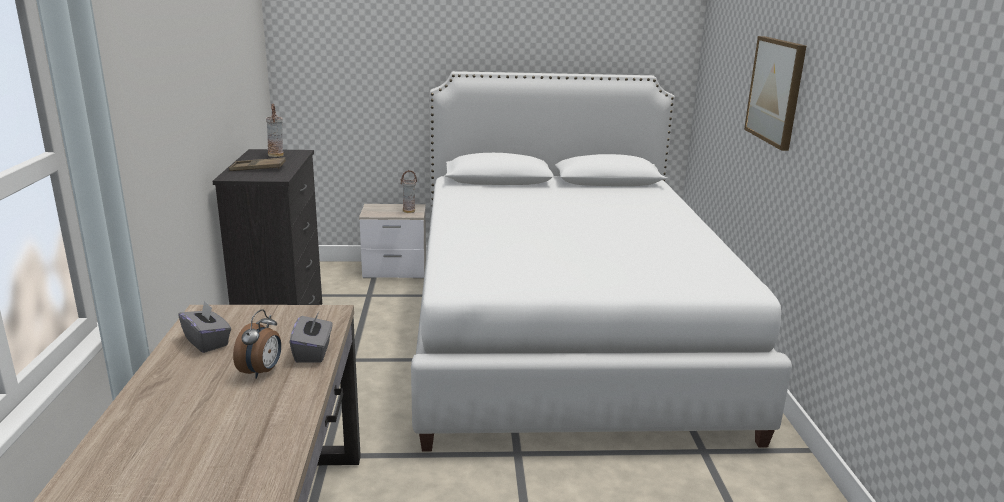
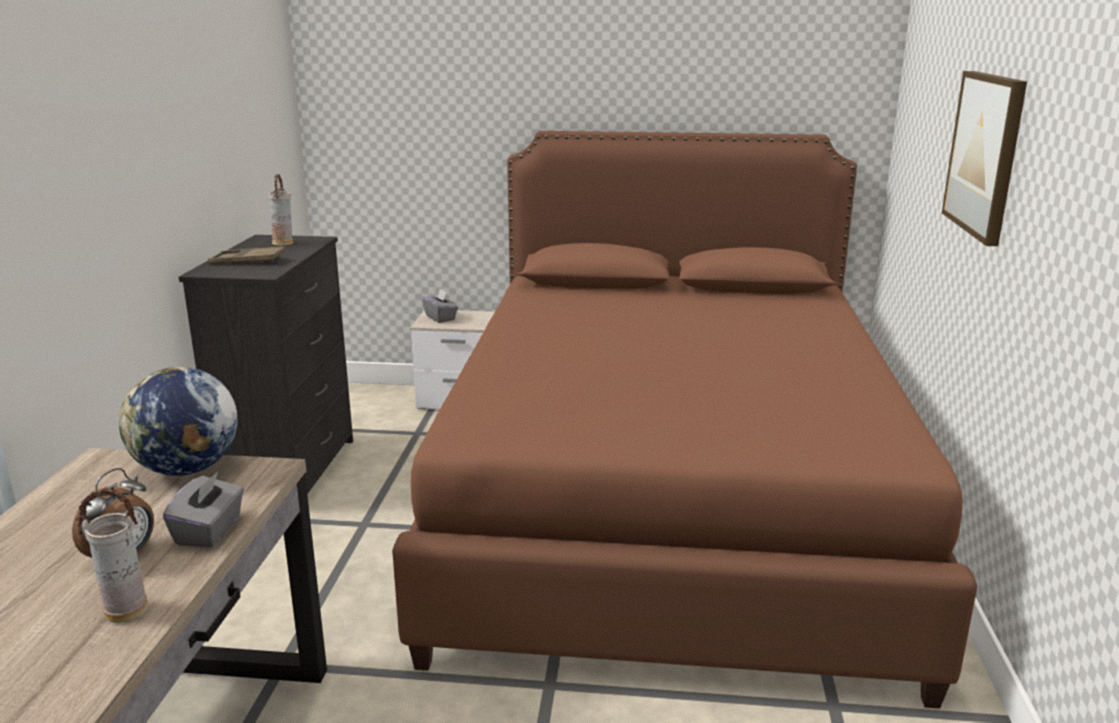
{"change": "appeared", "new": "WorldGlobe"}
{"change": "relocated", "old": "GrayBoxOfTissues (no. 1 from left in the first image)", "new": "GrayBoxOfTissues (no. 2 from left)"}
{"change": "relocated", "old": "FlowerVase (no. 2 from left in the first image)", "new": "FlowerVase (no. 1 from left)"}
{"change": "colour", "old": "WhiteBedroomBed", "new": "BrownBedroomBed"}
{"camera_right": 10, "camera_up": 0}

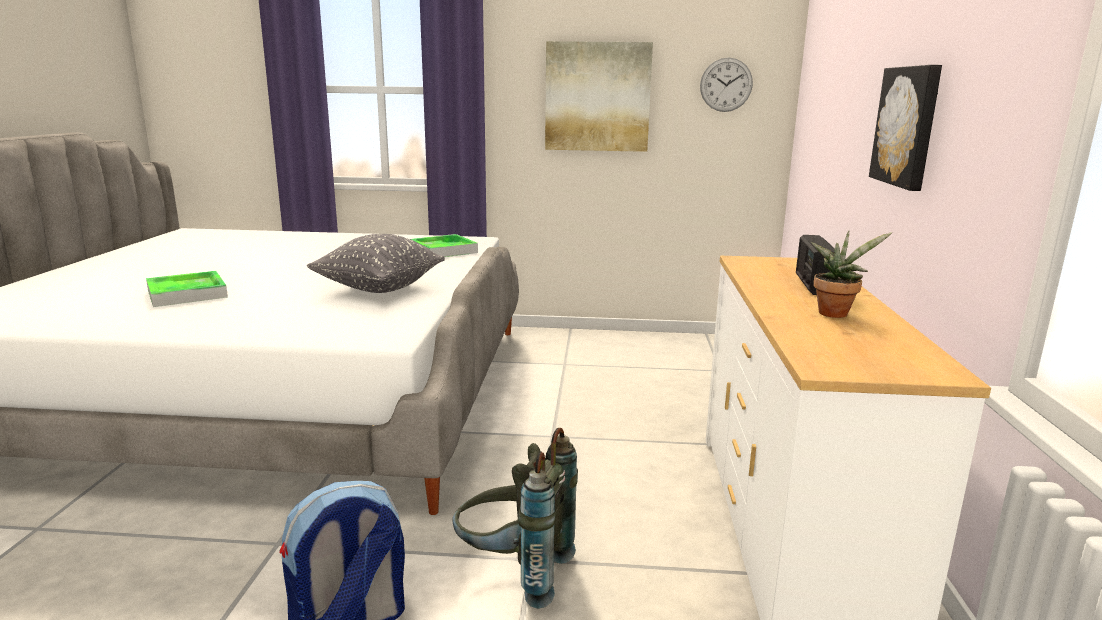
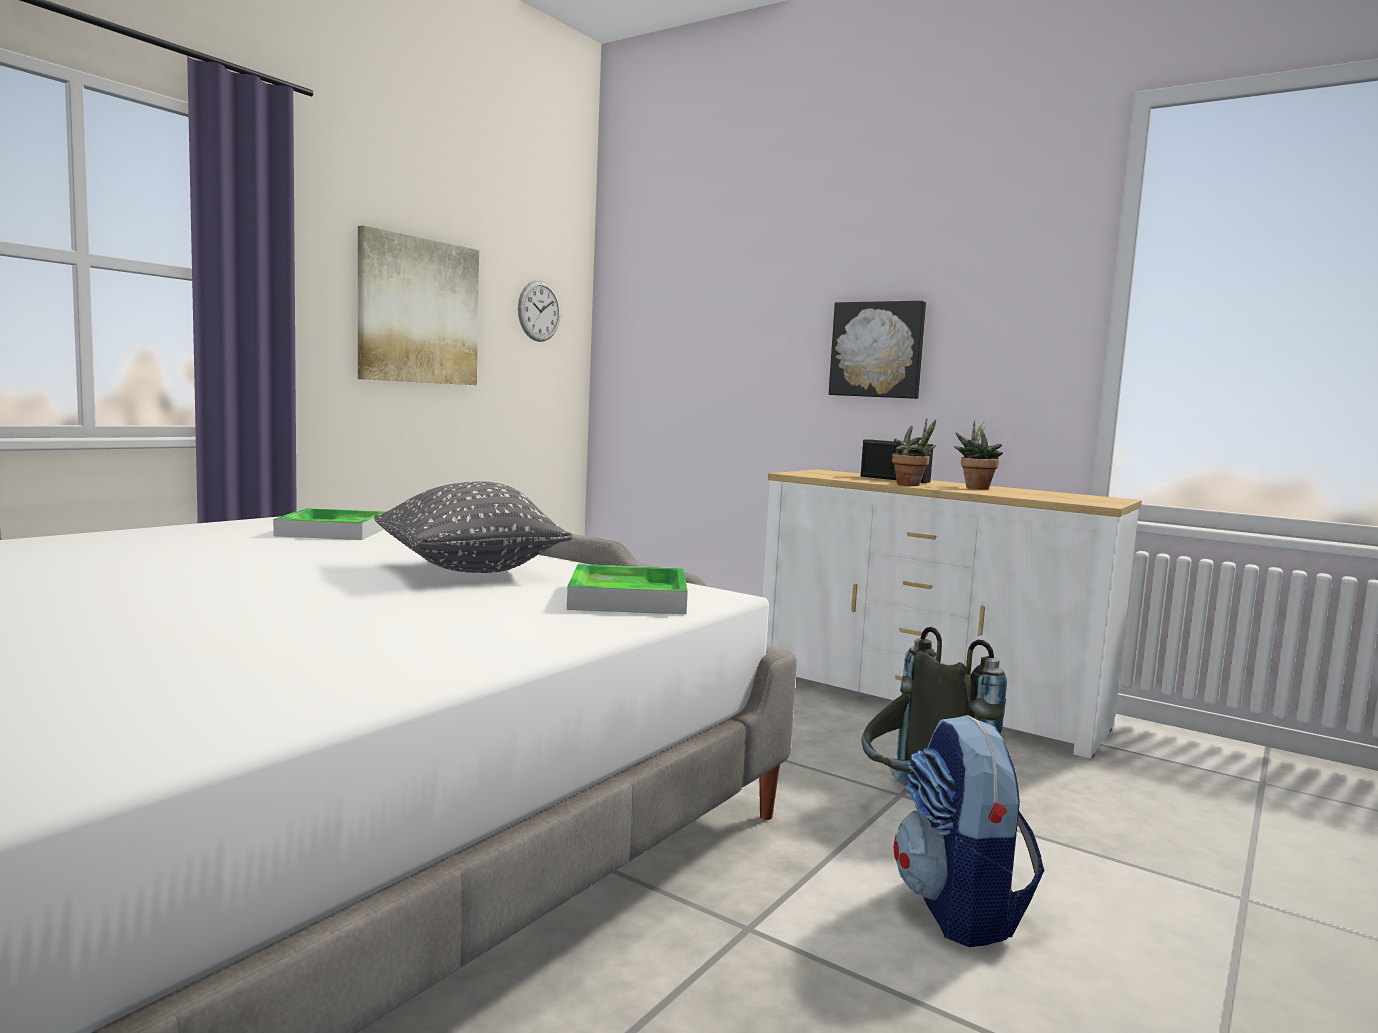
{"change": "appeared", "new": "PottedPlant (no. 1 from left)"}
{"change": "relocated", "old": "ServingTray (no. 1 from left in the first image)", "new": "ServingTray (no. 2 from left)"}
{"camera_right": -60, "camera_up": -10}

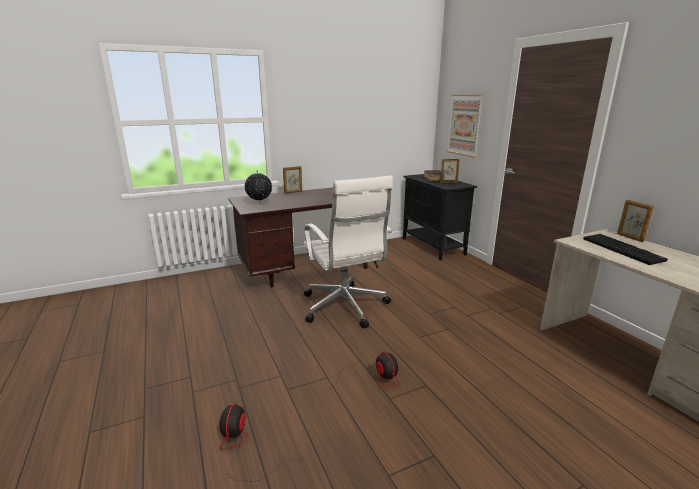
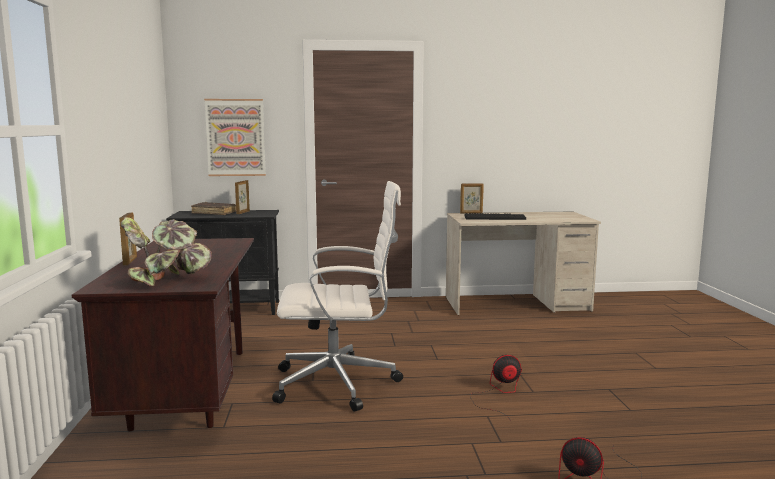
{"change": "exchanged", "old": "WorldGlobe", "new": "PottedPlant"}
{"camera_right": -70, "camera_up": -10}

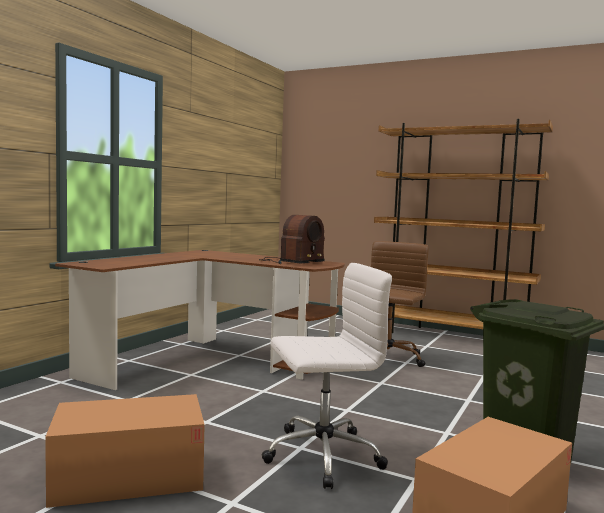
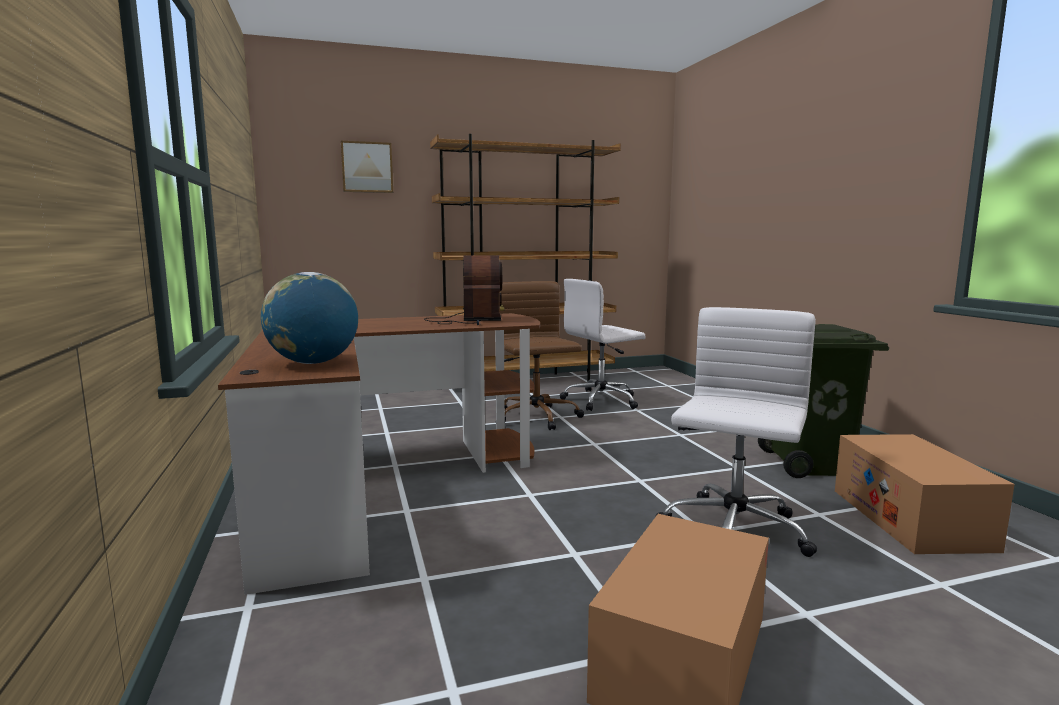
{"change": "appeared", "new": "WorldGlobe"}
{"change": "appeared", "new": "WallPicture"}
{"change": "appeared", "new": "WhiteOfficeChair (no. 1 from left)"}
{"camera_right": -45, "camera_up": 5}

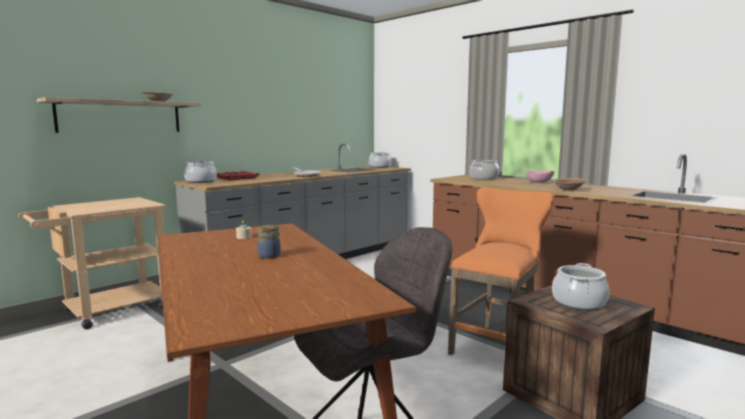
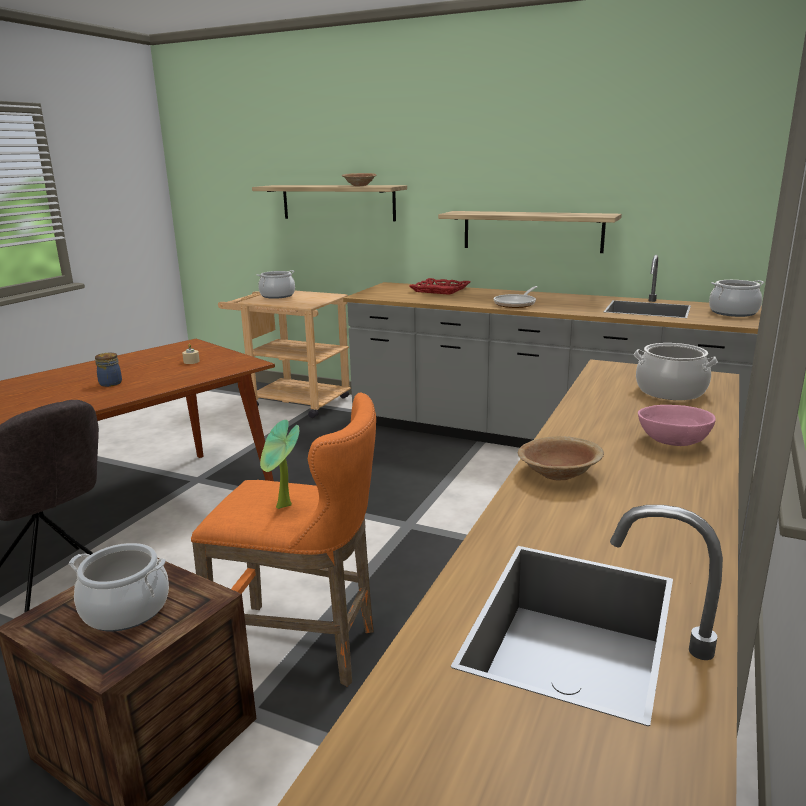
{"change": "appeared", "new": "PottedPlant"}
{"change": "appeared", "new": "Shelf (no. 2 from left)"}
{"change": "relocated", "old": "Stockpot (no. 1 from left in the first image)", "new": "Stockpot (no. 2 from left)"}
{"camera_right": 70, "camera_up": 10}

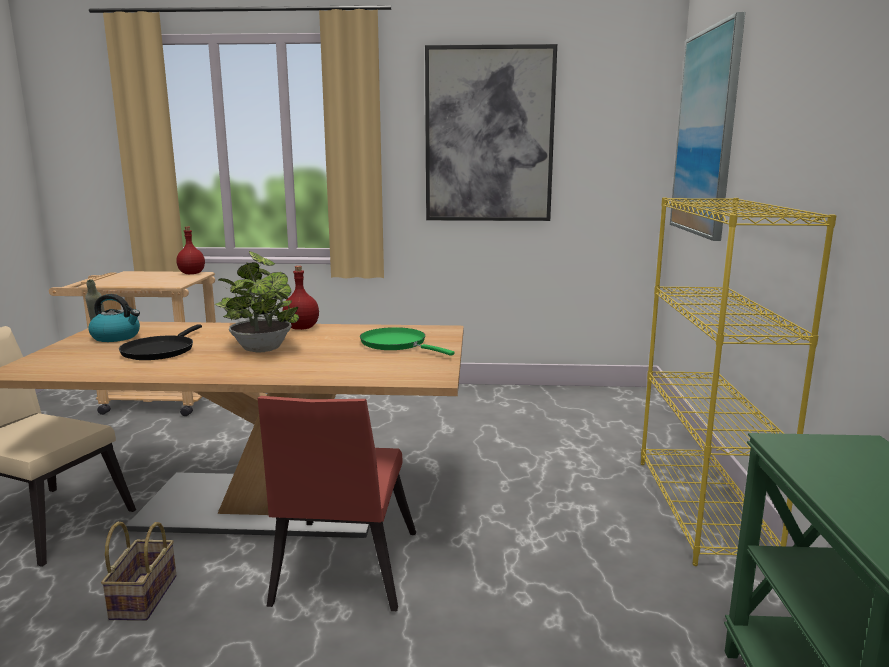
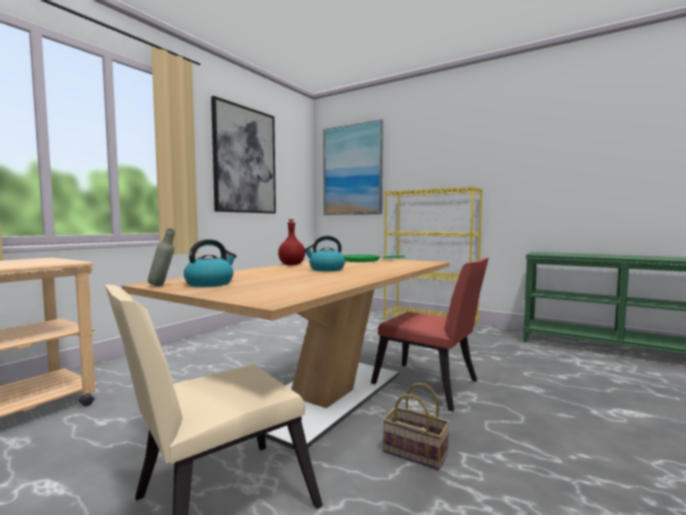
{"change": "missing", "old": "BlackishFryingPan"}
{"change": "missing", "old": "RedBeverageBottle (no. 1 from left)"}
{"change": "exchanged", "old": "PottedPlant", "new": "WaterKettle (no. 2 from left)"}
{"camera_right": -60, "camera_up": -10}

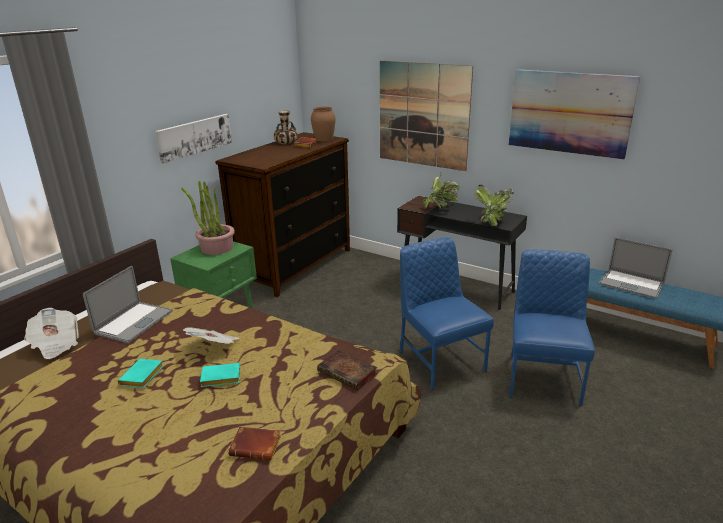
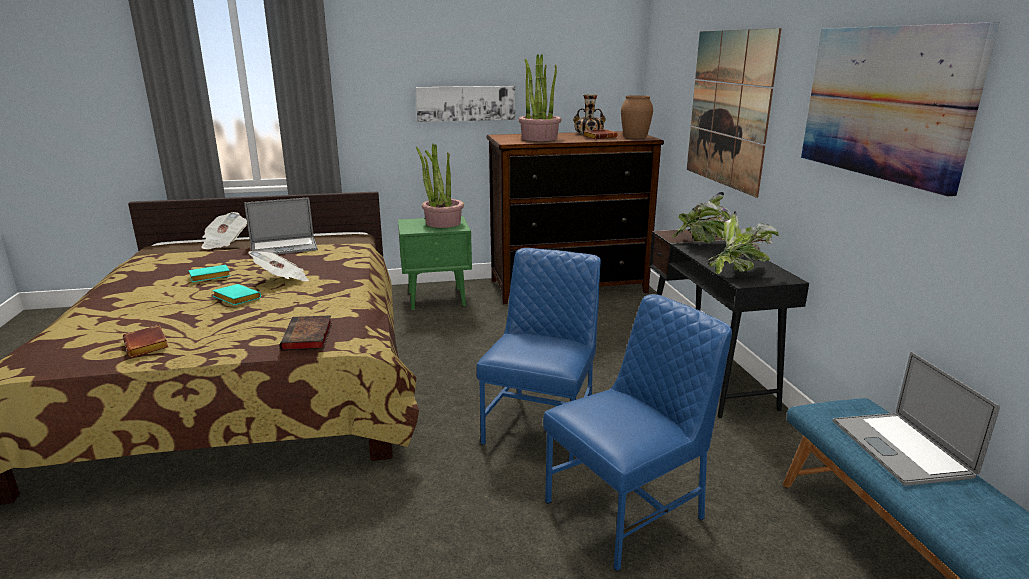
{"change": "appeared", "new": "PottedPlant (no. 2 from left)"}
{"camera_right": 45, "camera_up": -5}

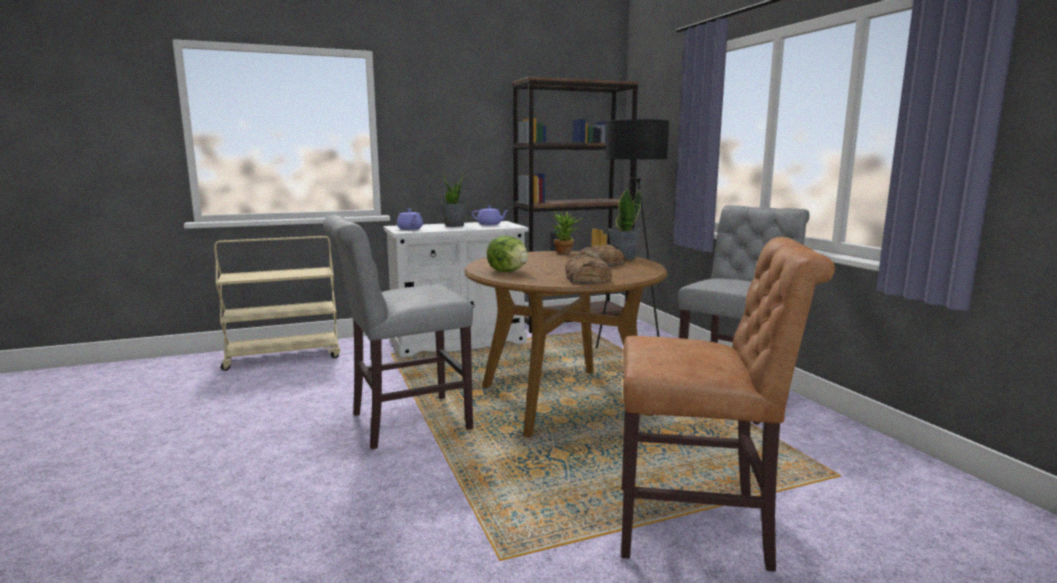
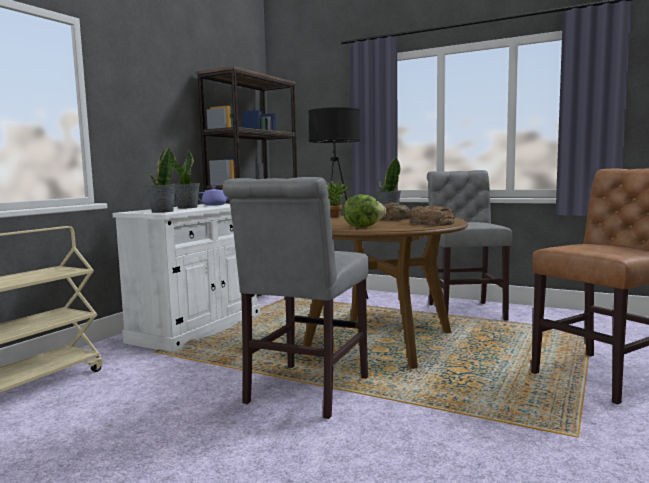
{"change": "exchanged", "old": "PurplishPotForTea (no. 1 from left)", "new": "PottedPlant (no. 1 from left)"}
{"camera_right": -40, "camera_up": -5}

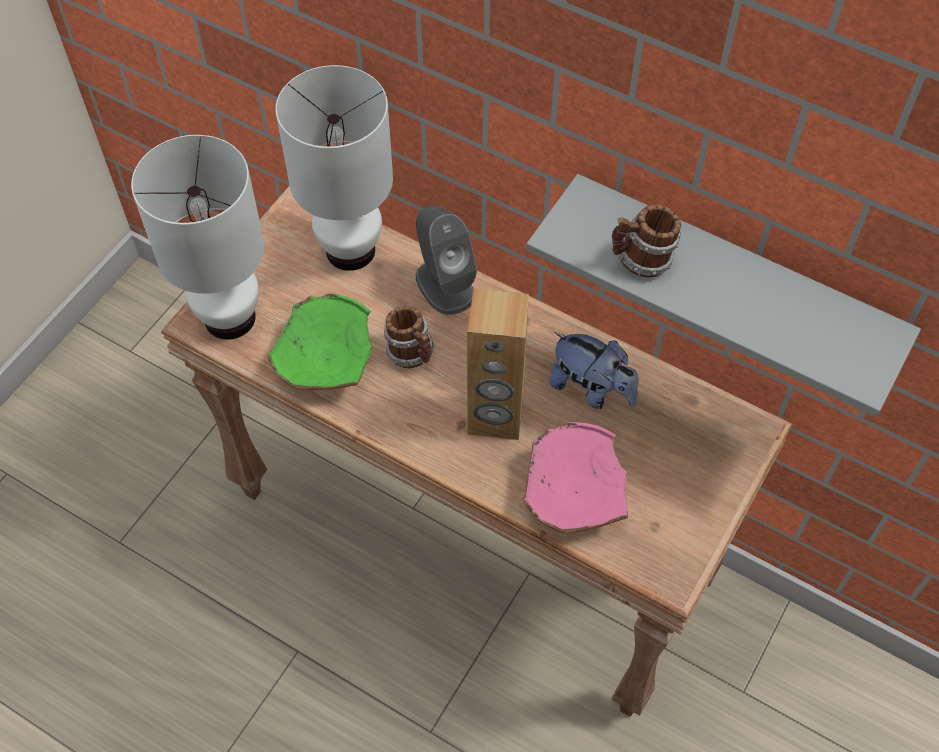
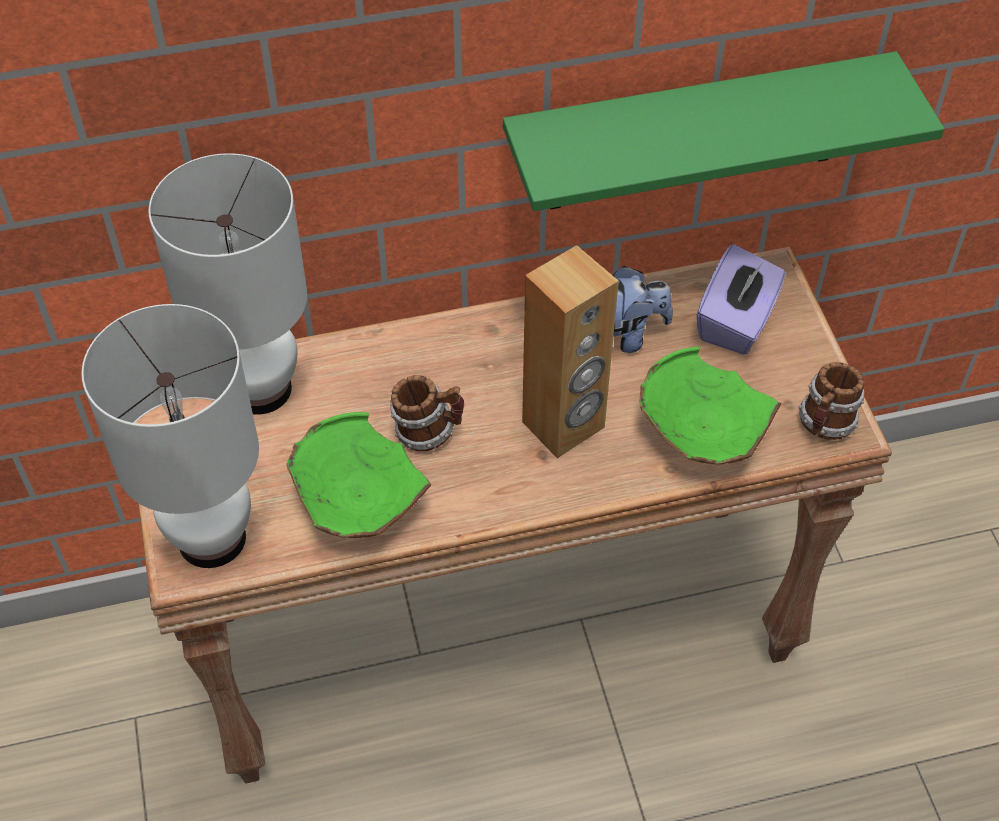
{"change": "missing", "old": "GrayAudioSpeaker"}
{"change": "appeared", "new": "PurplishBoxOfTissues"}
{"change": "relocated", "old": "TeaMug (no. 2 from left)"}
{"change": "colour", "old": "PinkBowl", "new": "GreenishBowl (no. 2 from left)"}
{"change": "colour", "old": "GrayShelf", "new": "GreenishShelf"}
{"camera_right": -45, "camera_up": -5}

